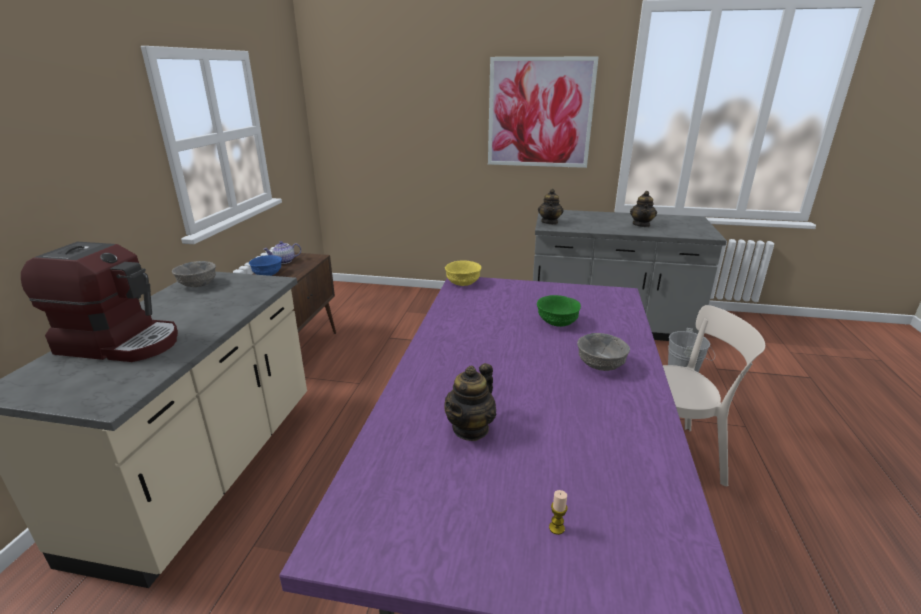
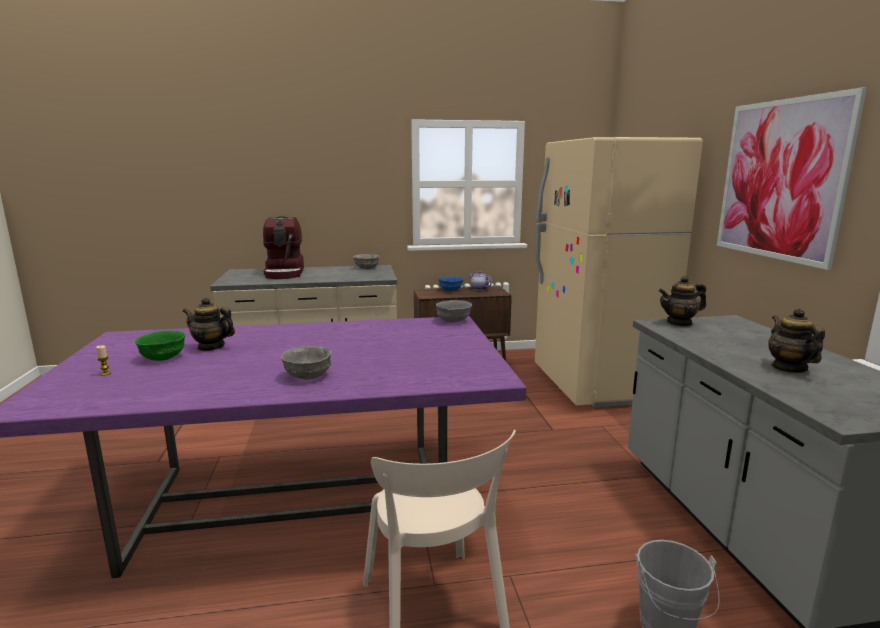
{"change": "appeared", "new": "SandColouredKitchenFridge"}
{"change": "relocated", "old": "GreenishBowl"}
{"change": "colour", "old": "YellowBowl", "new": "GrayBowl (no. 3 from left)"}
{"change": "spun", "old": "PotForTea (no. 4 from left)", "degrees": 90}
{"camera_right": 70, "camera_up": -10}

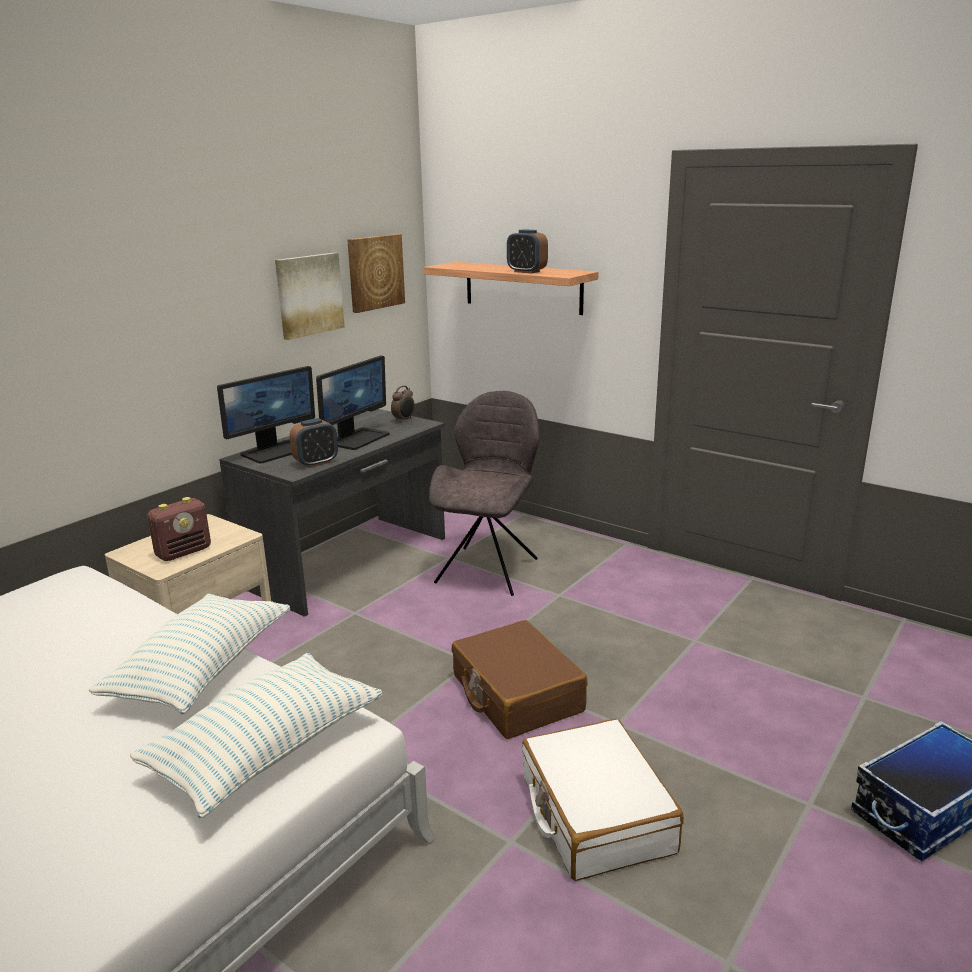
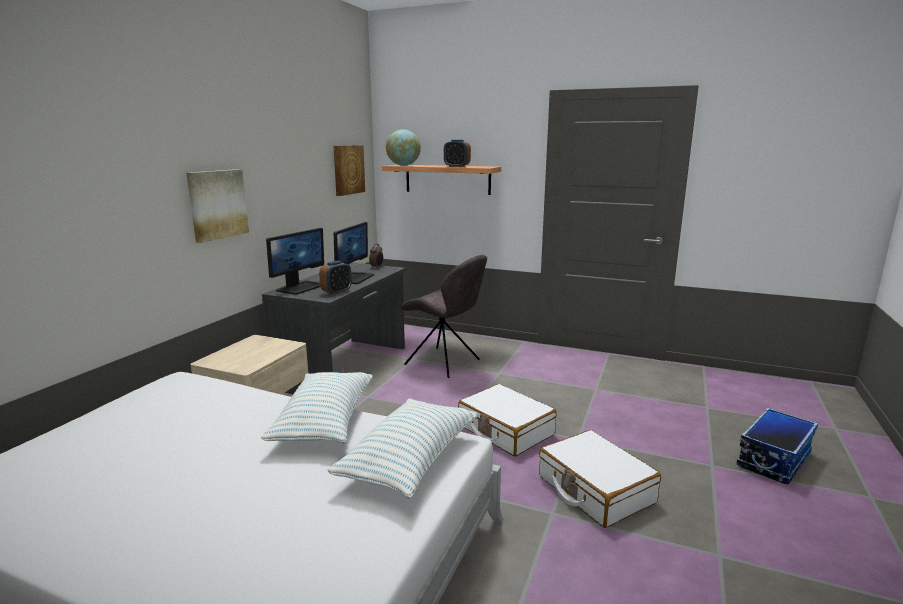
{"change": "missing", "old": "RadioSet"}
{"change": "appeared", "new": "WorldGlobe"}
{"change": "relocated", "old": "WallPicture (no. 1 from left)"}
{"change": "colour", "old": "BrownSuitcase", "new": "WhiteSuitcase (no. 1 from left)"}
{"change": "spun", "old": "GrayChair", "degrees": 120}
{"camera_right": -15, "camera_up": -5}

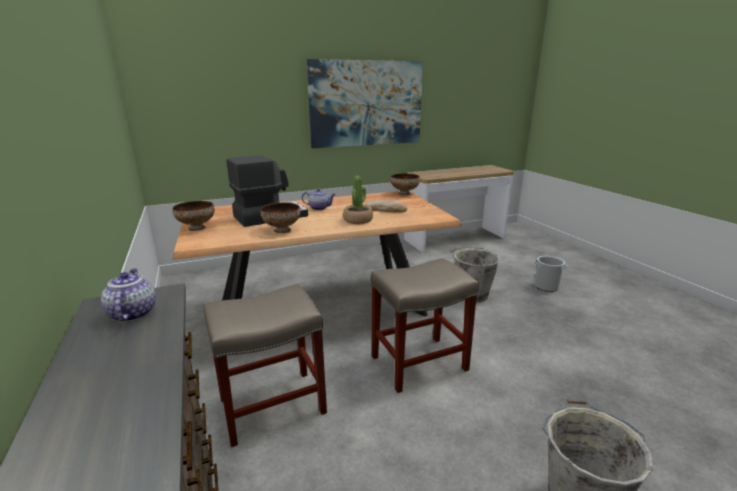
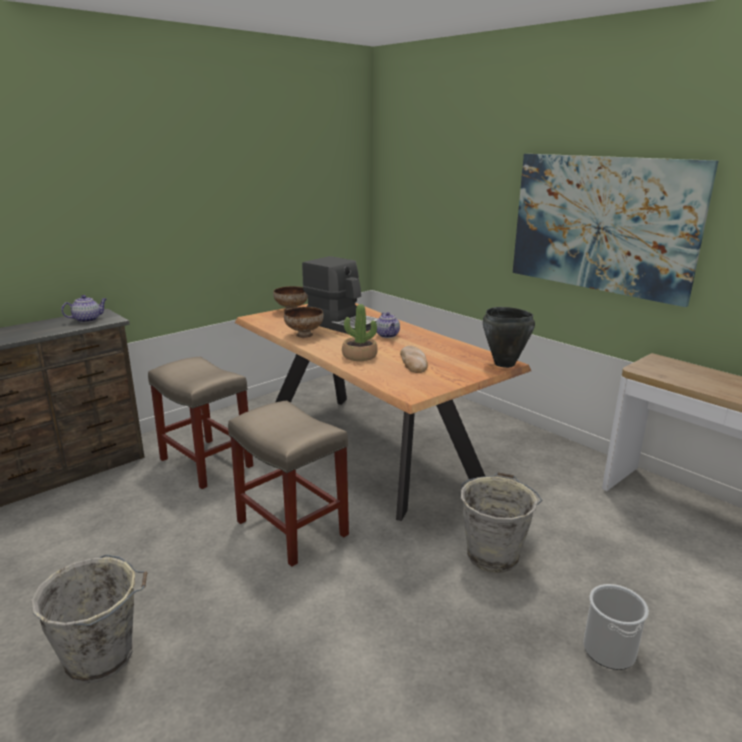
{"change": "exchanged", "old": "Bowl (no. 3 from left)", "new": "BlackishStockpot"}
{"camera_right": 70, "camera_up": 0}

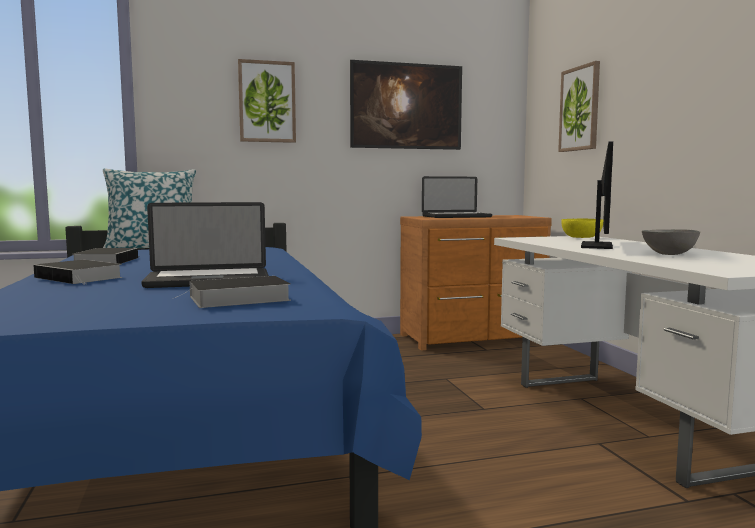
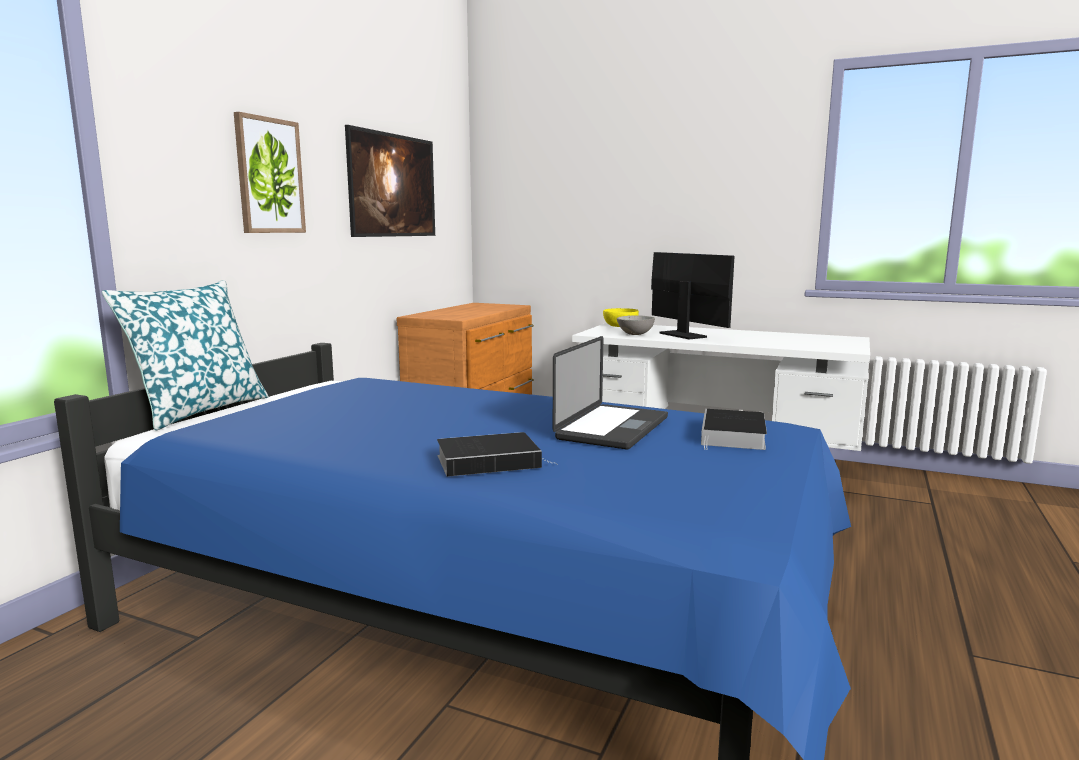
{"change": "missing", "old": "Volume (no. 2 from left)"}
{"change": "missing", "old": "Laptop (no. 2 from left)"}
{"change": "missing", "old": "WallPicture (no. 3 from left)"}
{"change": "relocated", "old": "GrayBowl"}
{"camera_right": -50, "camera_up": 5}

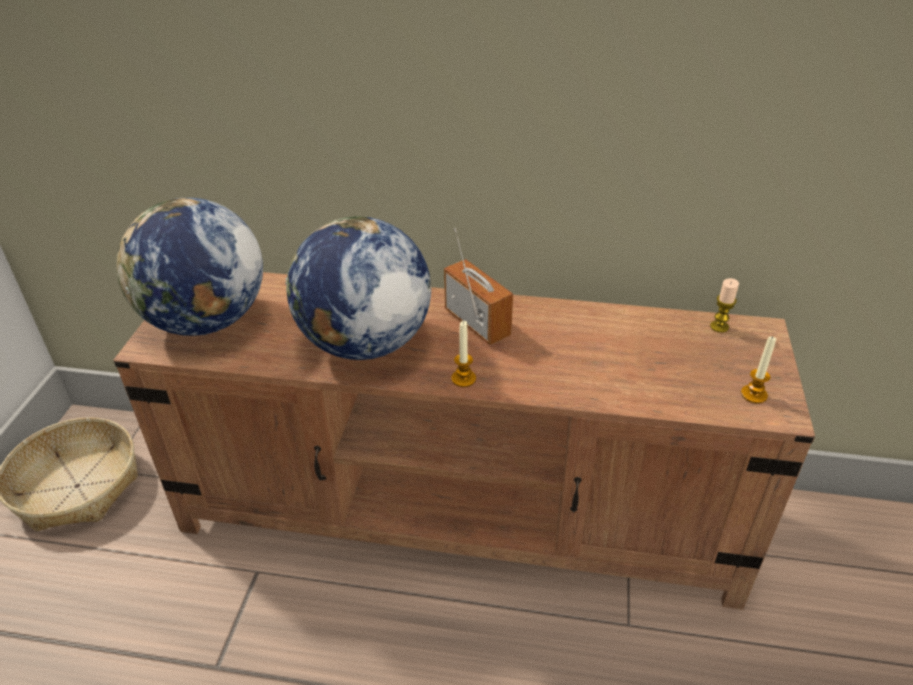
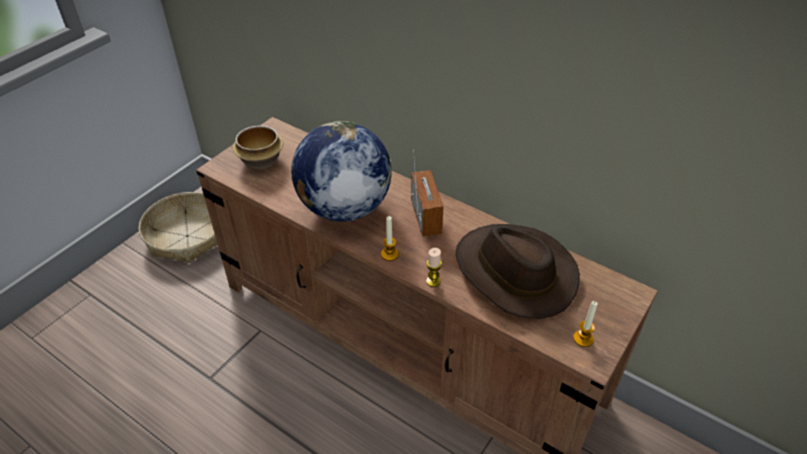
{"change": "appeared", "new": "BrownWearableHat"}
{"change": "relocated", "old": "WaxLight (no. 2 from left)"}
{"change": "exchanged", "old": "WorldGlobe (no. 1 from left)", "new": "Bowl"}
{"camera_right": 25, "camera_up": 5}

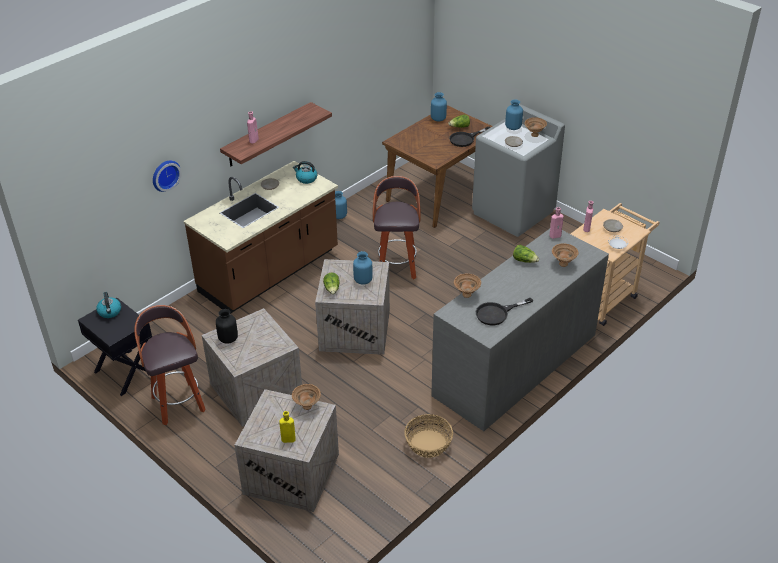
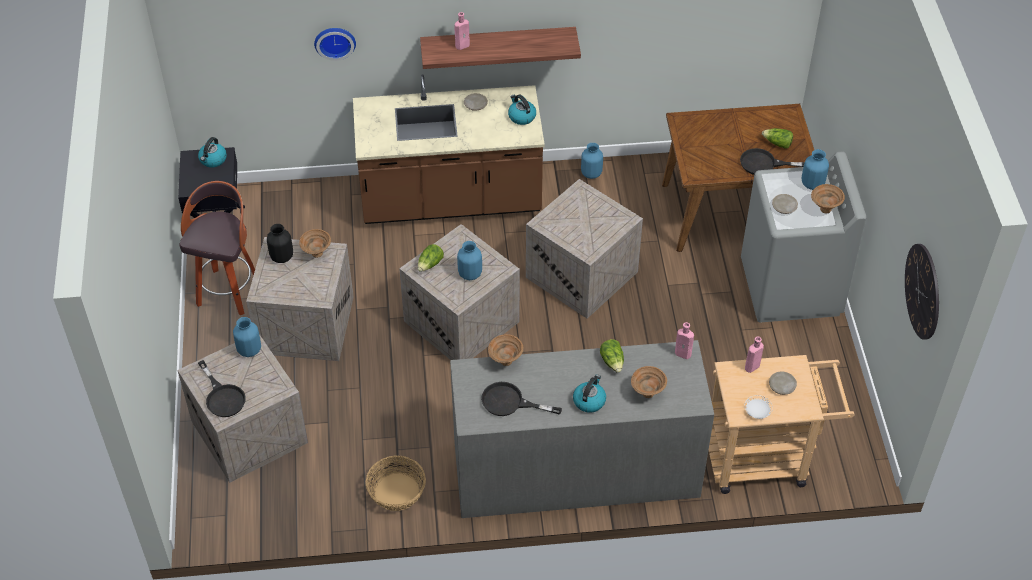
{"change": "appeared", "new": "WaterKettle (no. 3 from left)"}
{"change": "appeared", "new": "WallClock (no. 2 from left)"}
{"change": "relocated", "old": "BrownBowl (no. 1 from left)"}
{"change": "relocated", "old": "BlueColouredFlowerVase (no. 3 from left in the first image)", "new": "BlueColouredFlowerVase (no. 1 from left)"}
{"change": "exchanged", "old": "YellowBeverageBottle", "new": "BlackishFryingPan (no. 1 from left)"}
{"change": "exchanged", "old": "Stool (no. 2 from left)", "new": "ShippingCrate (no. 4 from left)"}
{"camera_right": 40, "camera_up": 10}

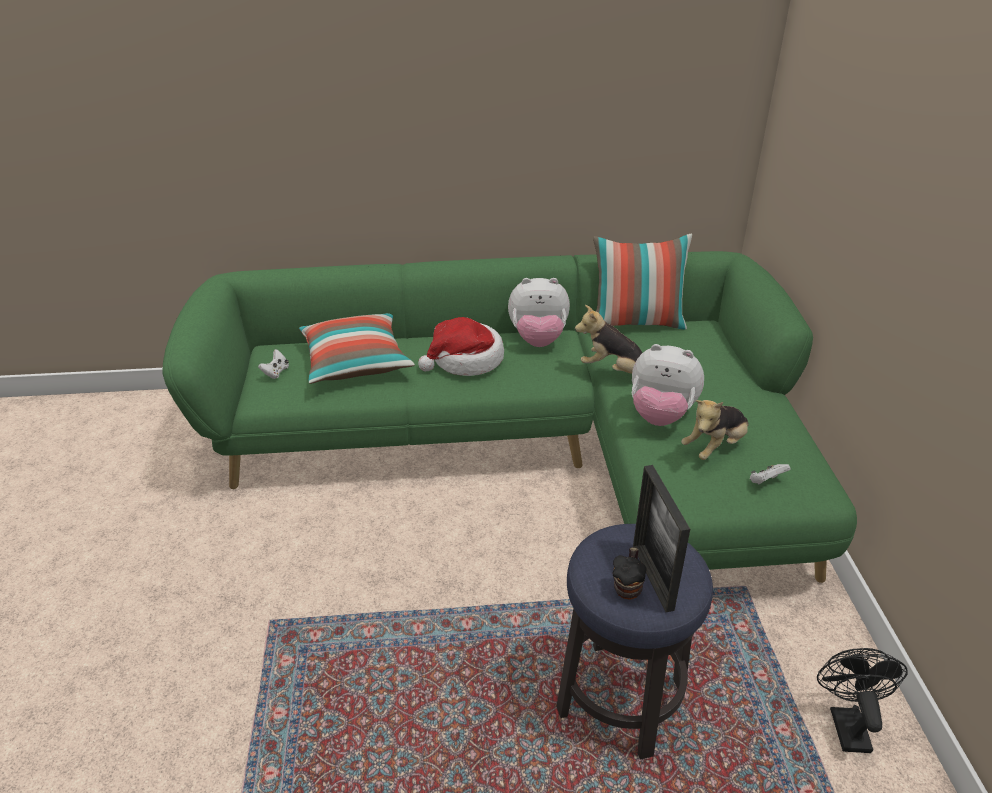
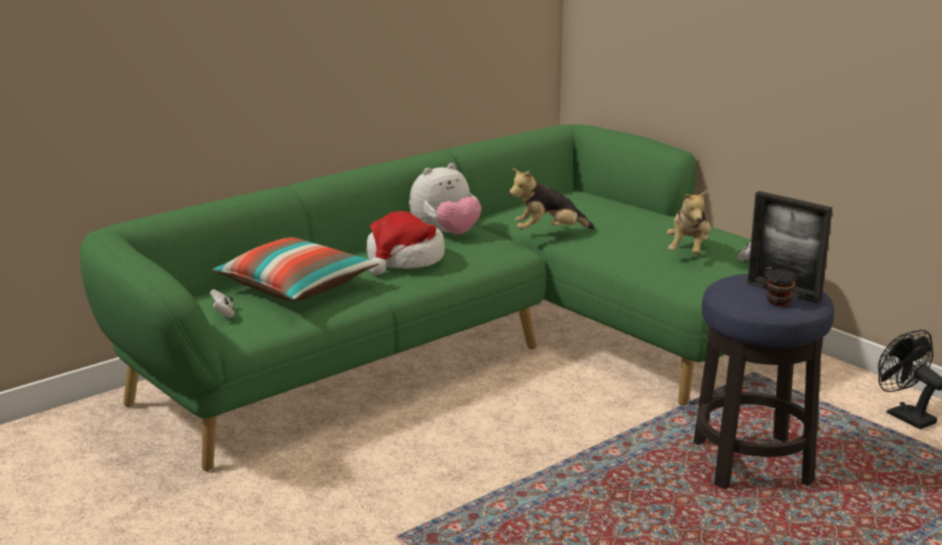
{"change": "missing", "old": "Cushion (no. 2 from left)"}
{"change": "missing", "old": "PlushToy (no. 3 from left)"}
{"camera_right": -35, "camera_up": -15}

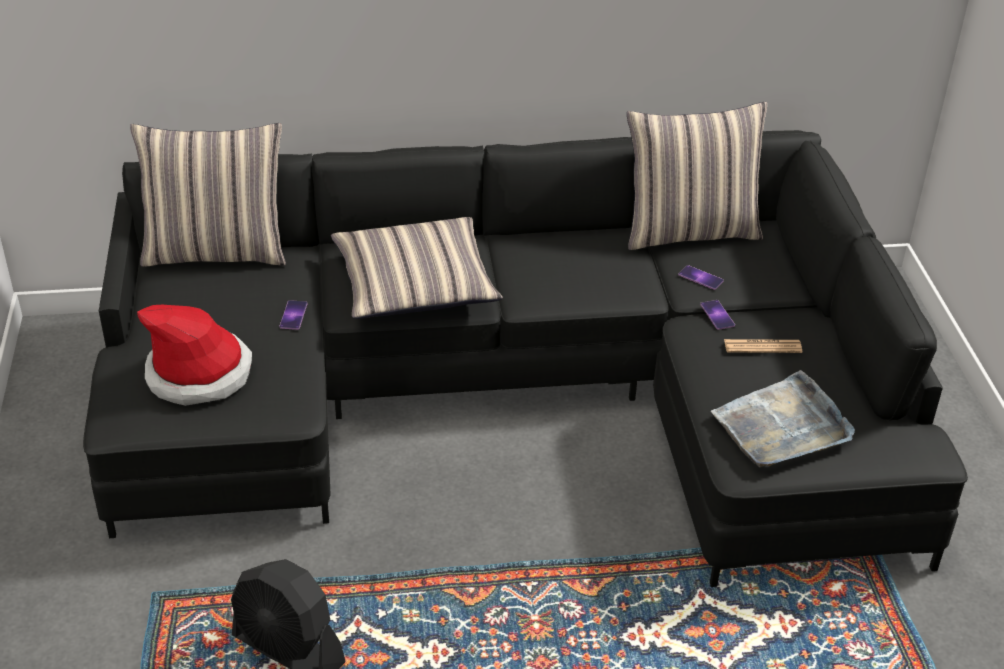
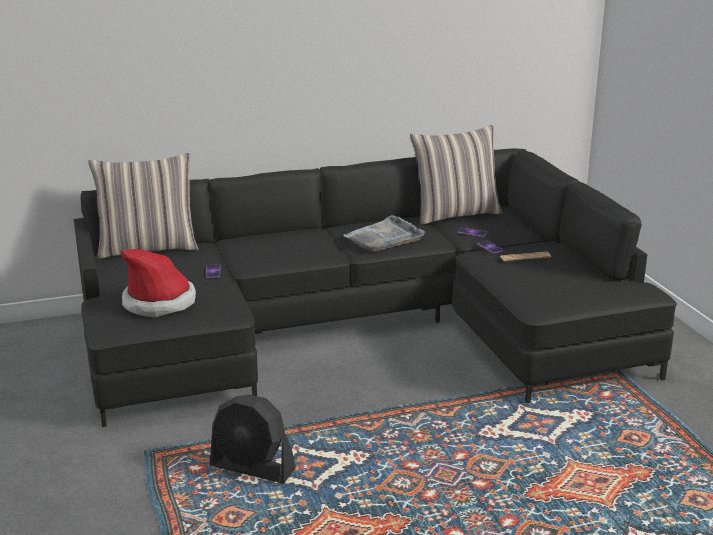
{"change": "missing", "old": "Cushion (no. 2 from left)"}
{"change": "relocated", "old": "GrayServingTray"}
{"camera_right": -10, "camera_up": -15}

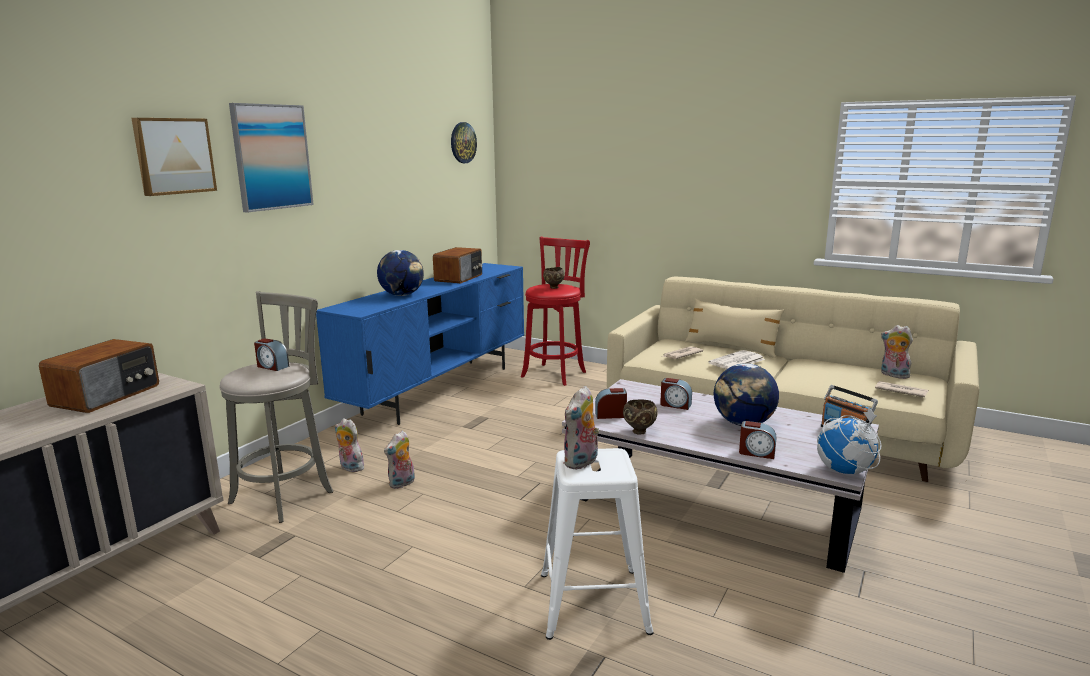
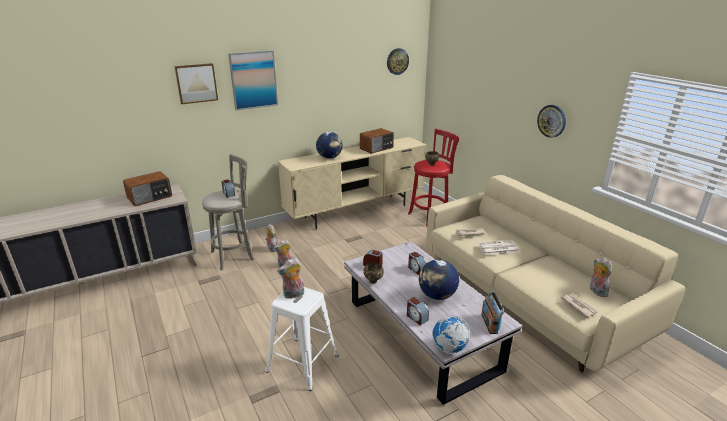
{"change": "missing", "old": "SandColouredCushion"}
{"change": "appeared", "new": "WallClock (no. 2 from left)"}
{"change": "colour", "old": "BlueColouredMediaConsole", "new": "SandColouredMediaConsole"}
{"camera_right": 30, "camera_up": 10}

